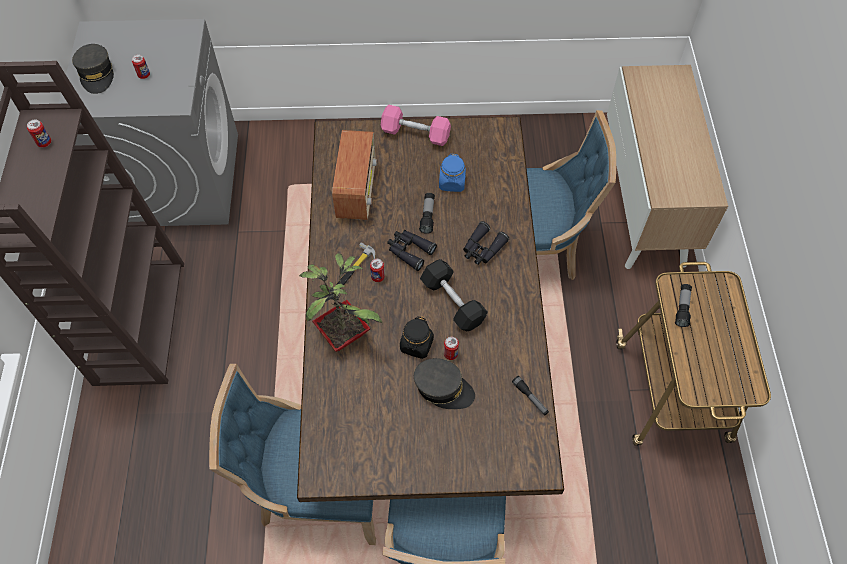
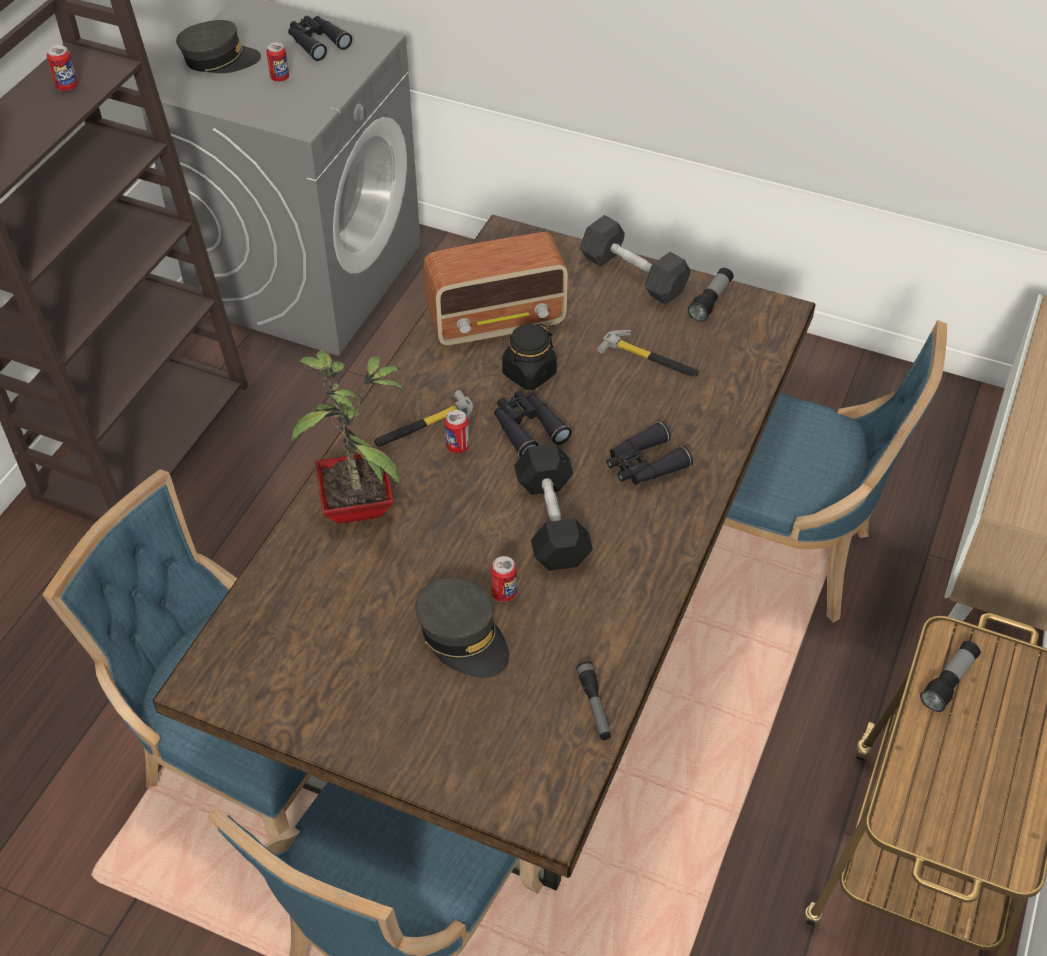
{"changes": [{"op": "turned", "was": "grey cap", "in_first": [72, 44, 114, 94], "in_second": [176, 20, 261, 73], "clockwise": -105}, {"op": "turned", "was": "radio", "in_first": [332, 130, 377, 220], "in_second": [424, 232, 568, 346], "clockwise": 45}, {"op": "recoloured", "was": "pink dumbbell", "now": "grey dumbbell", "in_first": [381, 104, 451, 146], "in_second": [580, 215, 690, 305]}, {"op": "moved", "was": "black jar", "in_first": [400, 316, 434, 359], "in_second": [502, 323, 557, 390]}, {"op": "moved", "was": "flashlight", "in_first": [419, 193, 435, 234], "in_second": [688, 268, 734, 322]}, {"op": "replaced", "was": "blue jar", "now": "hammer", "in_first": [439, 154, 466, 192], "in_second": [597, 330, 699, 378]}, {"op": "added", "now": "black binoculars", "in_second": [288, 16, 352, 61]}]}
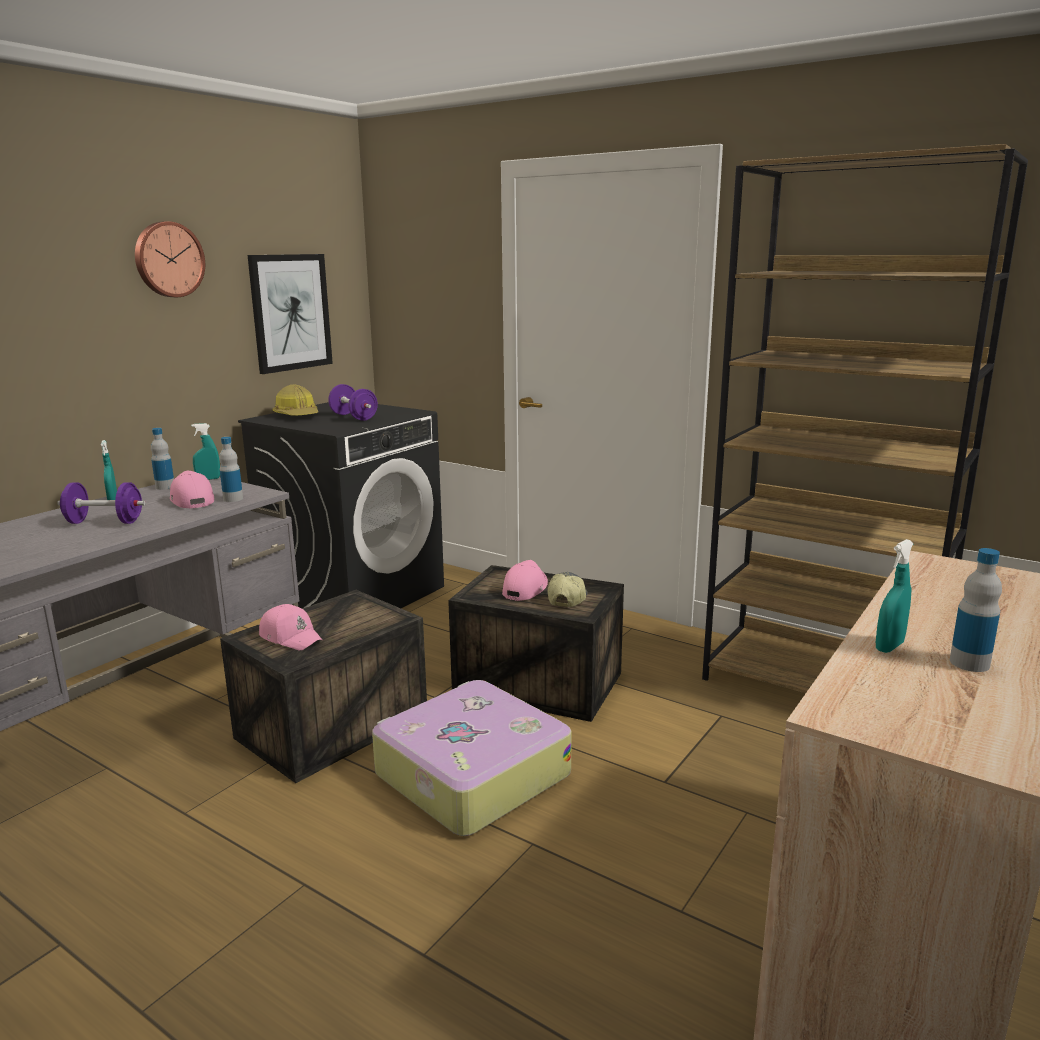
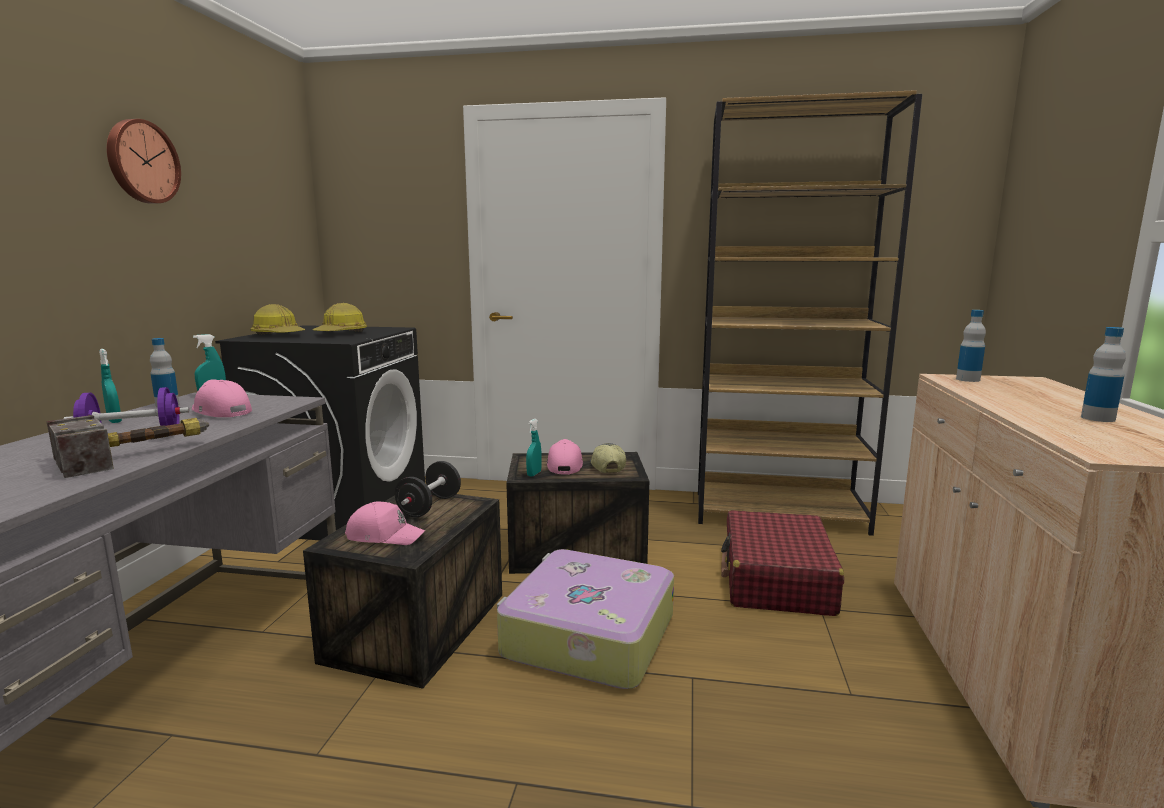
{"changes": [{"op": "moved", "was": "bottle", "in_first": [219, 437, 243, 502], "in_second": [956, 310, 986, 382]}, {"op": "removed", "was": "picture", "in_first": [247, 254, 333, 374]}, {"op": "replaced", "was": "purple dumbbell", "now": "hard hat", "in_first": [328, 384, 378, 421], "in_second": [313, 303, 367, 331]}, {"op": "moved", "was": "turquoise spray bottle", "in_first": [876, 539, 913, 653], "in_second": [526, 419, 542, 477]}, {"op": "added", "now": "hammer", "in_second": [46, 415, 209, 478]}, {"op": "added", "now": "black dumbbell", "in_second": [395, 461, 461, 518]}, {"op": "added", "now": "red suitcase", "in_second": [721, 510, 844, 616]}]}
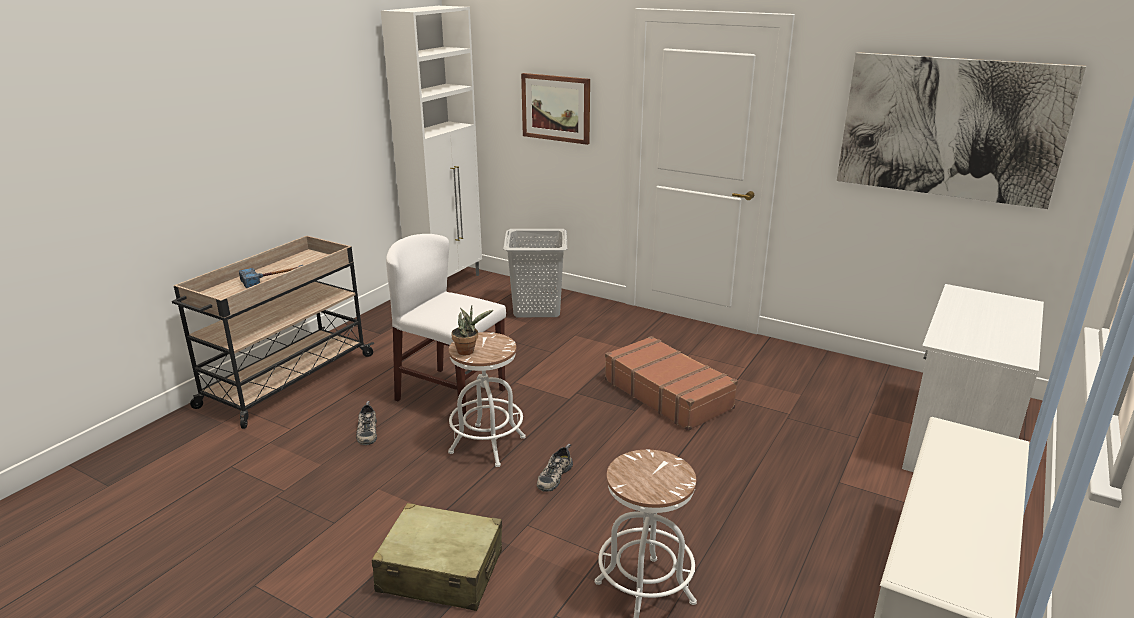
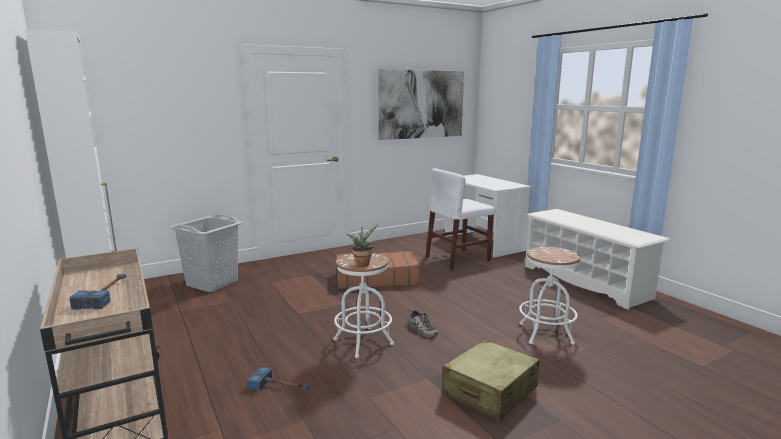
{"changes": [{"op": "replaced", "was": "shoe", "now": "hammer", "in_first": [356, 401, 377, 445], "in_second": [247, 367, 310, 391]}, {"op": "moved", "was": "white chair", "in_first": [386, 234, 506, 416], "in_second": [426, 168, 496, 270]}, {"op": "removed", "was": "picture", "in_first": [521, 73, 590, 145]}]}
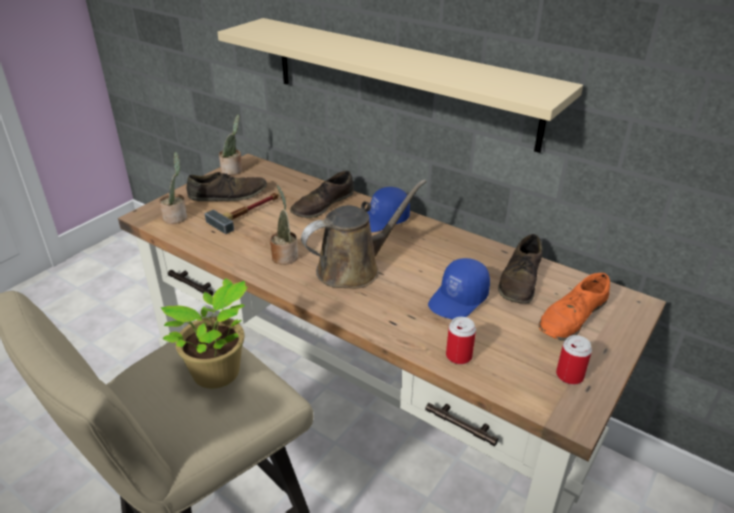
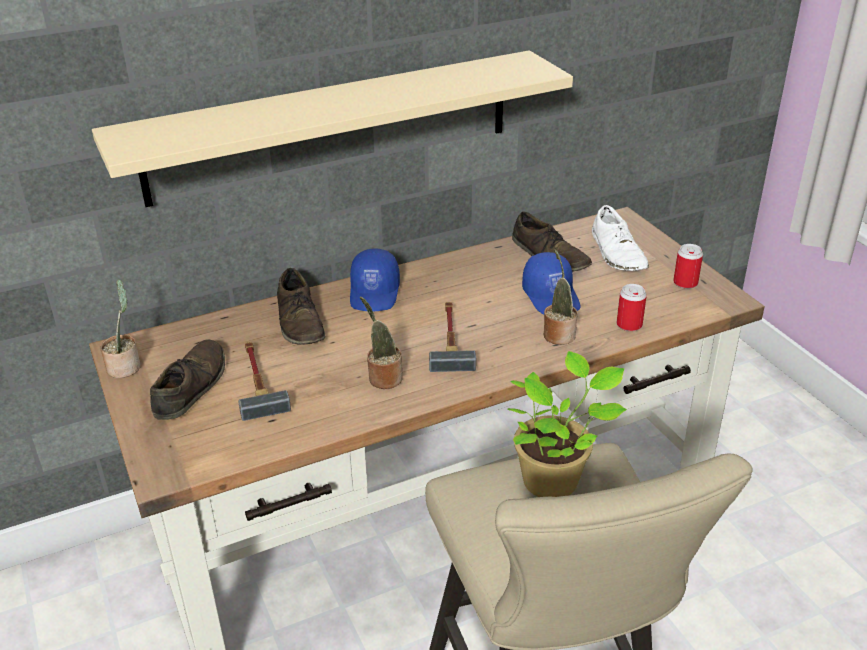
{"changes": [{"op": "moved", "was": "potted plant", "in_first": [159, 152, 187, 224], "in_second": [544, 249, 578, 345]}, {"op": "replaced", "was": "brown watering can", "now": "hammer", "in_first": [301, 179, 426, 289], "in_second": [429, 302, 476, 372]}, {"op": "recoloured", "was": "orange shoe", "now": "white shoe", "in_first": [538, 273, 610, 341], "in_second": [592, 205, 649, 271]}]}
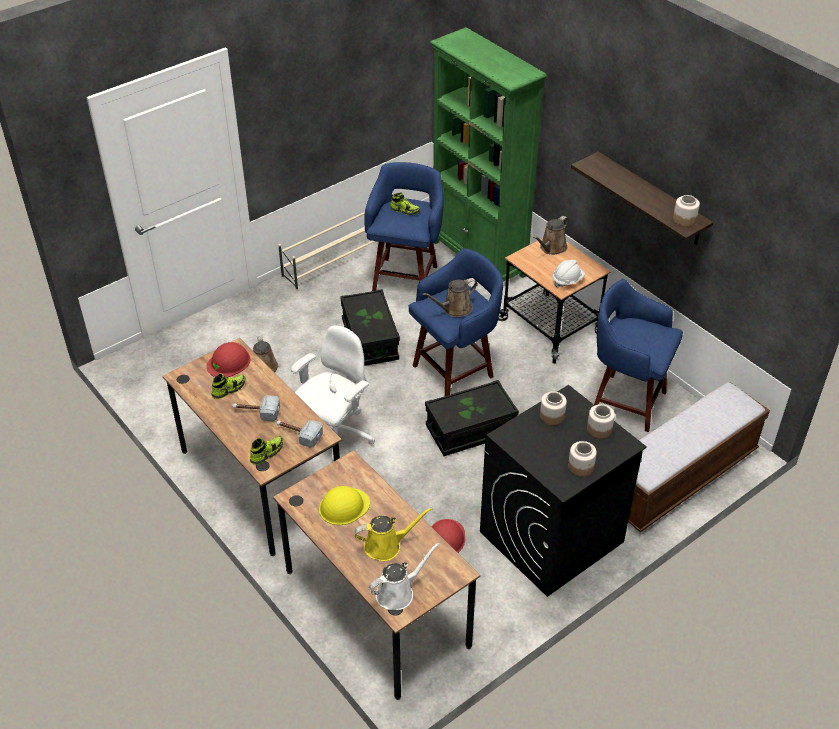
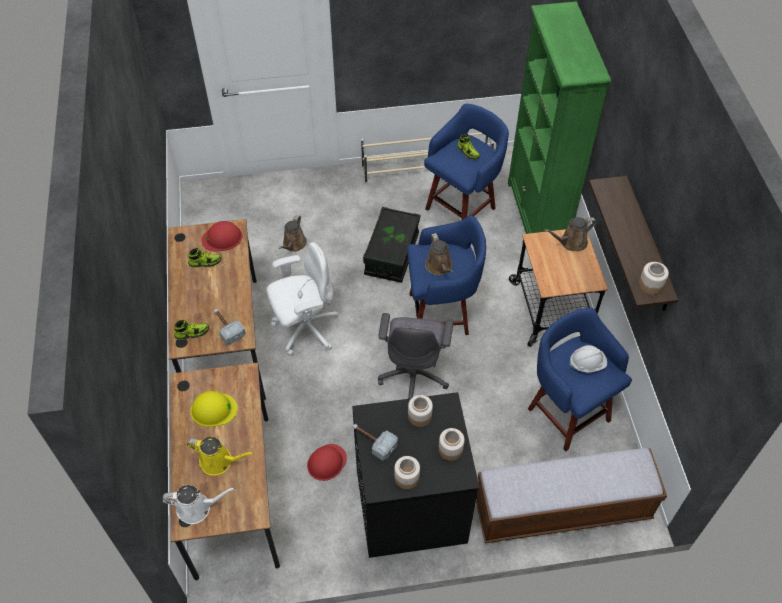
{"changes": [{"op": "moved", "was": "hammer", "in_first": [232, 395, 280, 421], "in_second": [353, 424, 398, 461]}, {"op": "turned", "was": "brown watering can", "in_first": [423, 278, 478, 317], "in_second": [425, 233, 454, 275], "clockwise": -105}, {"op": "replaced", "was": "black storage box", "now": "grey office chair", "in_first": [425, 380, 519, 456], "in_second": [378, 313, 453, 399]}, {"op": "moved", "was": "white hard hat", "in_first": [553, 260, 585, 287], "in_second": [570, 345, 607, 372]}]}
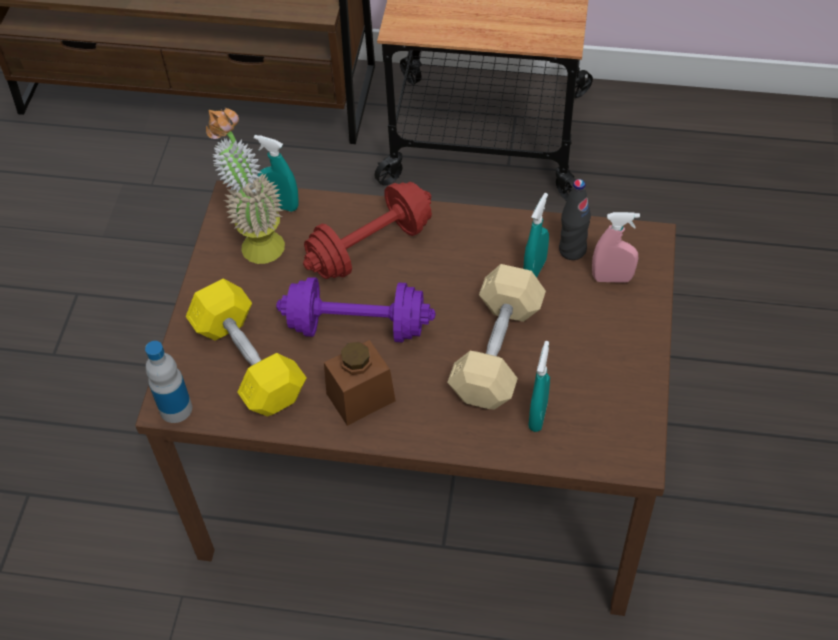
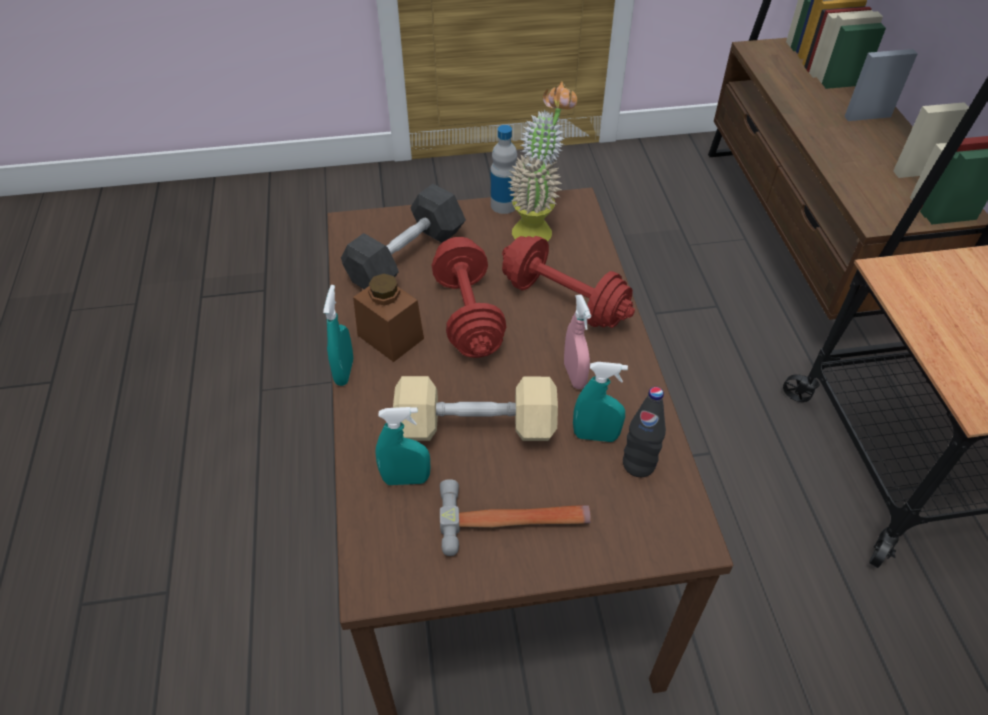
{"changes": [{"op": "moved", "was": "bottle", "in_first": [145, 341, 192, 423], "in_second": [491, 125, 517, 214]}, {"op": "recoloured", "was": "yellow dumbbell", "now": "grey dumbbell", "in_first": [186, 279, 307, 417], "in_second": [341, 184, 466, 289]}, {"op": "moved", "was": "turquoise spray bottle", "in_first": [254, 135, 299, 212], "in_second": [323, 285, 353, 386]}, {"op": "recoloured", "was": "purple dumbbell", "now": "red dumbbell", "in_first": [276, 277, 436, 343], "in_second": [432, 237, 506, 358]}, {"op": "moved", "was": "pink spray bottle", "in_first": [592, 212, 640, 283], "in_second": [564, 294, 591, 389]}, {"op": "added", "now": "hammer", "in_second": [440, 479, 591, 556]}]}
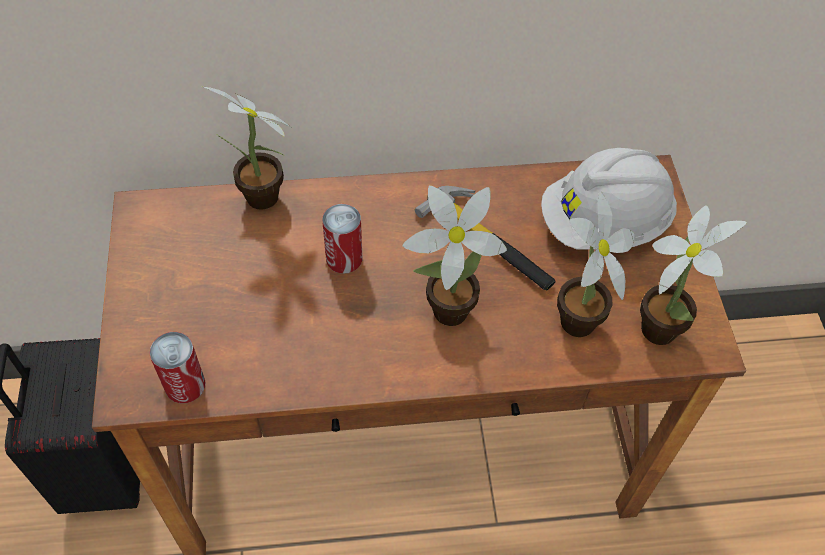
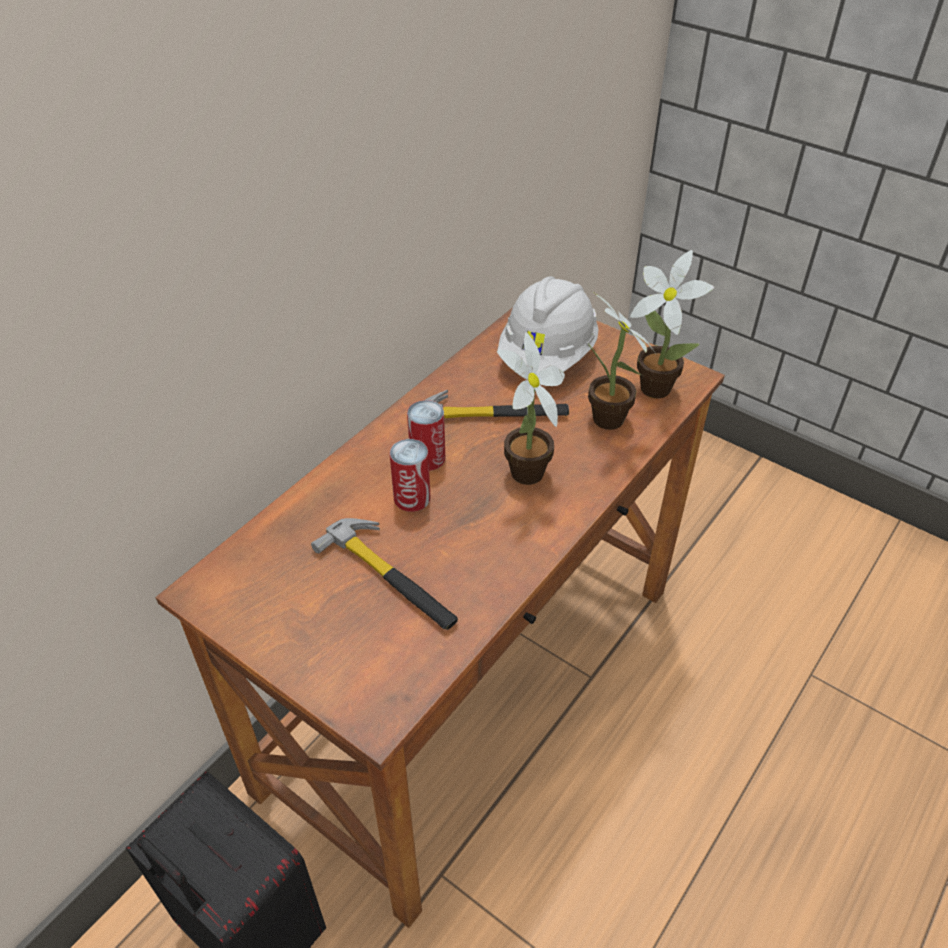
{"changes": [{"op": "moved", "was": "can", "in_first": [150, 332, 205, 403], "in_second": [407, 400, 445, 471]}, {"op": "removed", "was": "potted plant", "in_first": [202, 86, 292, 210]}, {"op": "added", "now": "hammer", "in_second": [311, 518, 458, 630]}]}
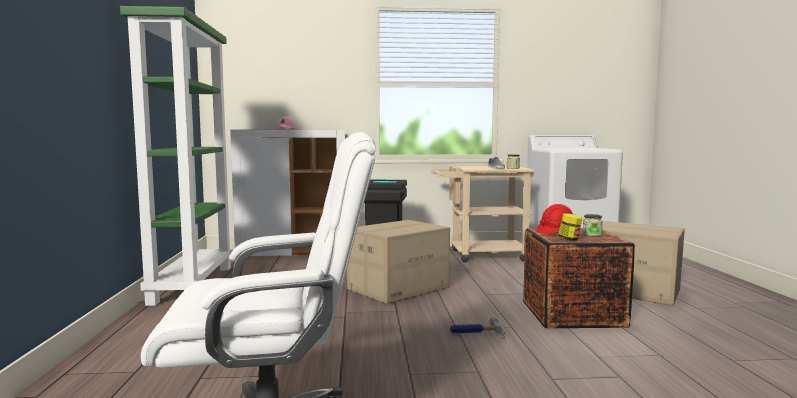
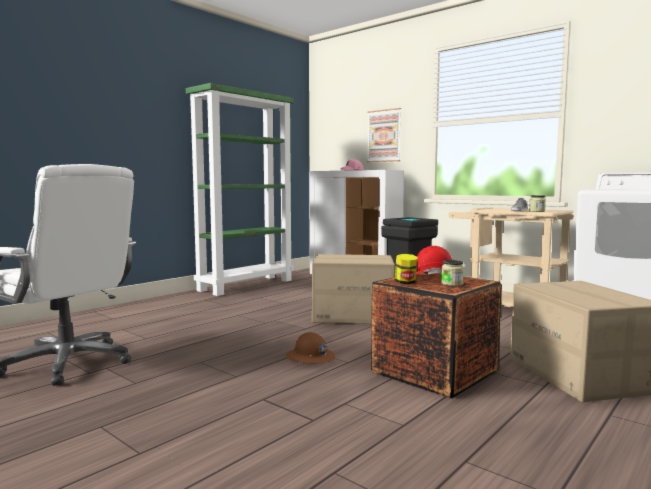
{"changes": [{"op": "replaced", "was": "hammer", "now": "brown hard hat", "in_first": [450, 317, 505, 339], "in_second": [286, 332, 335, 364]}, {"op": "added", "now": "picture", "in_second": [367, 108, 401, 162]}]}
